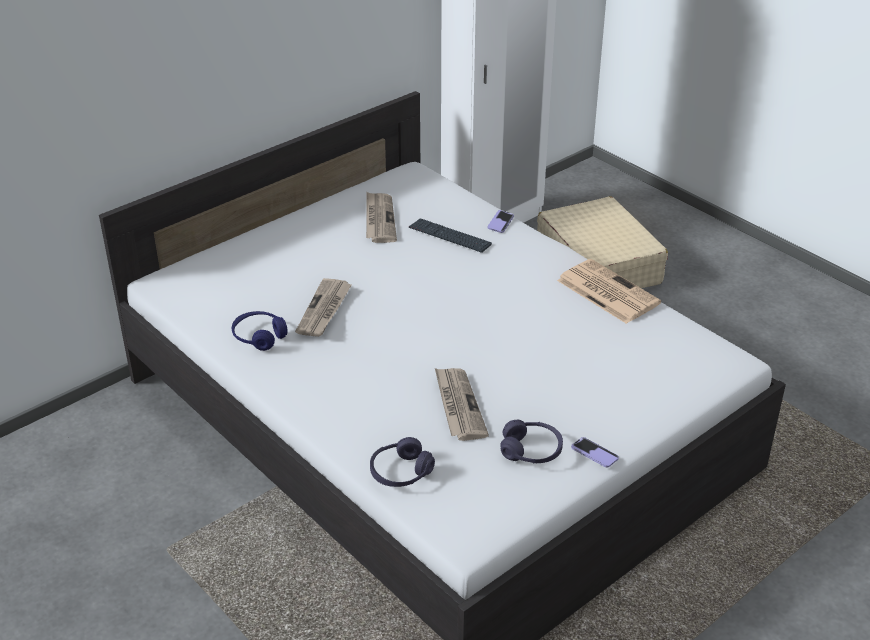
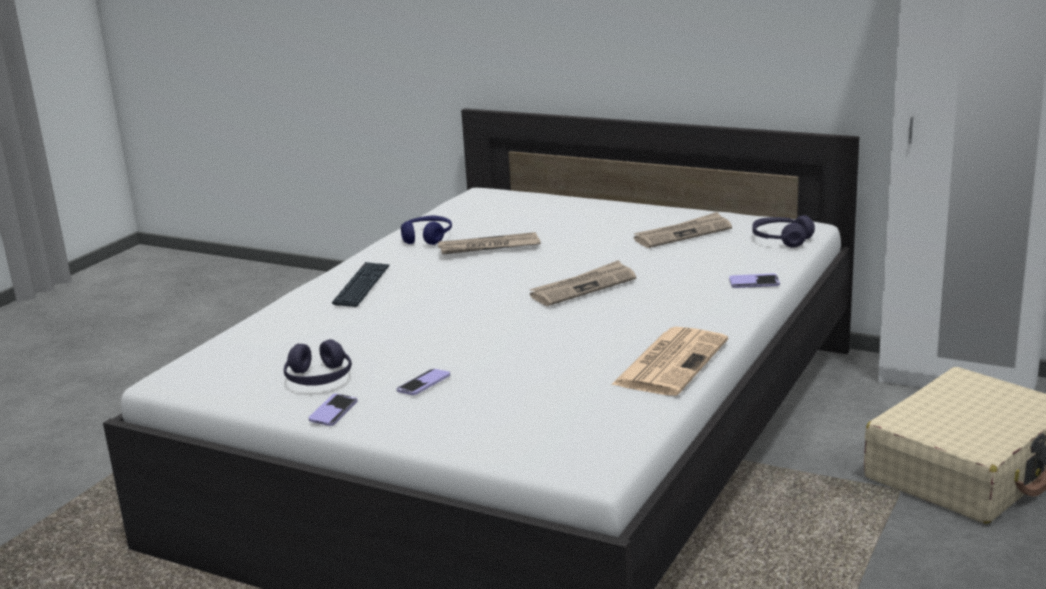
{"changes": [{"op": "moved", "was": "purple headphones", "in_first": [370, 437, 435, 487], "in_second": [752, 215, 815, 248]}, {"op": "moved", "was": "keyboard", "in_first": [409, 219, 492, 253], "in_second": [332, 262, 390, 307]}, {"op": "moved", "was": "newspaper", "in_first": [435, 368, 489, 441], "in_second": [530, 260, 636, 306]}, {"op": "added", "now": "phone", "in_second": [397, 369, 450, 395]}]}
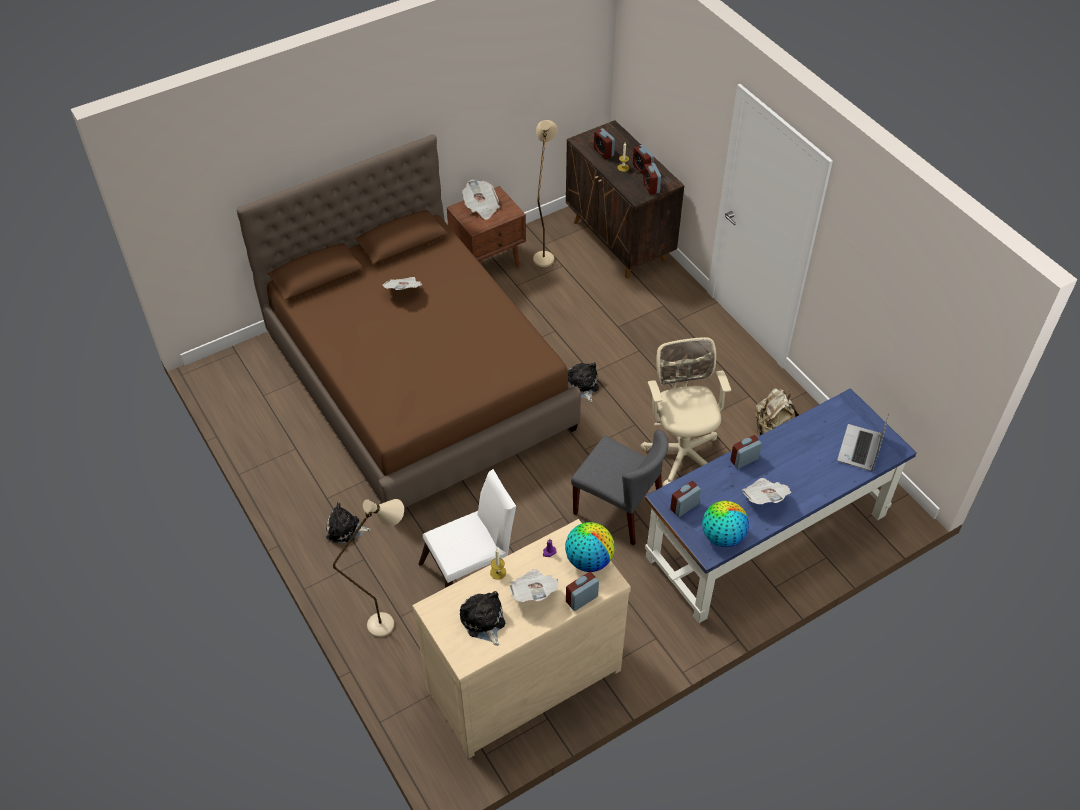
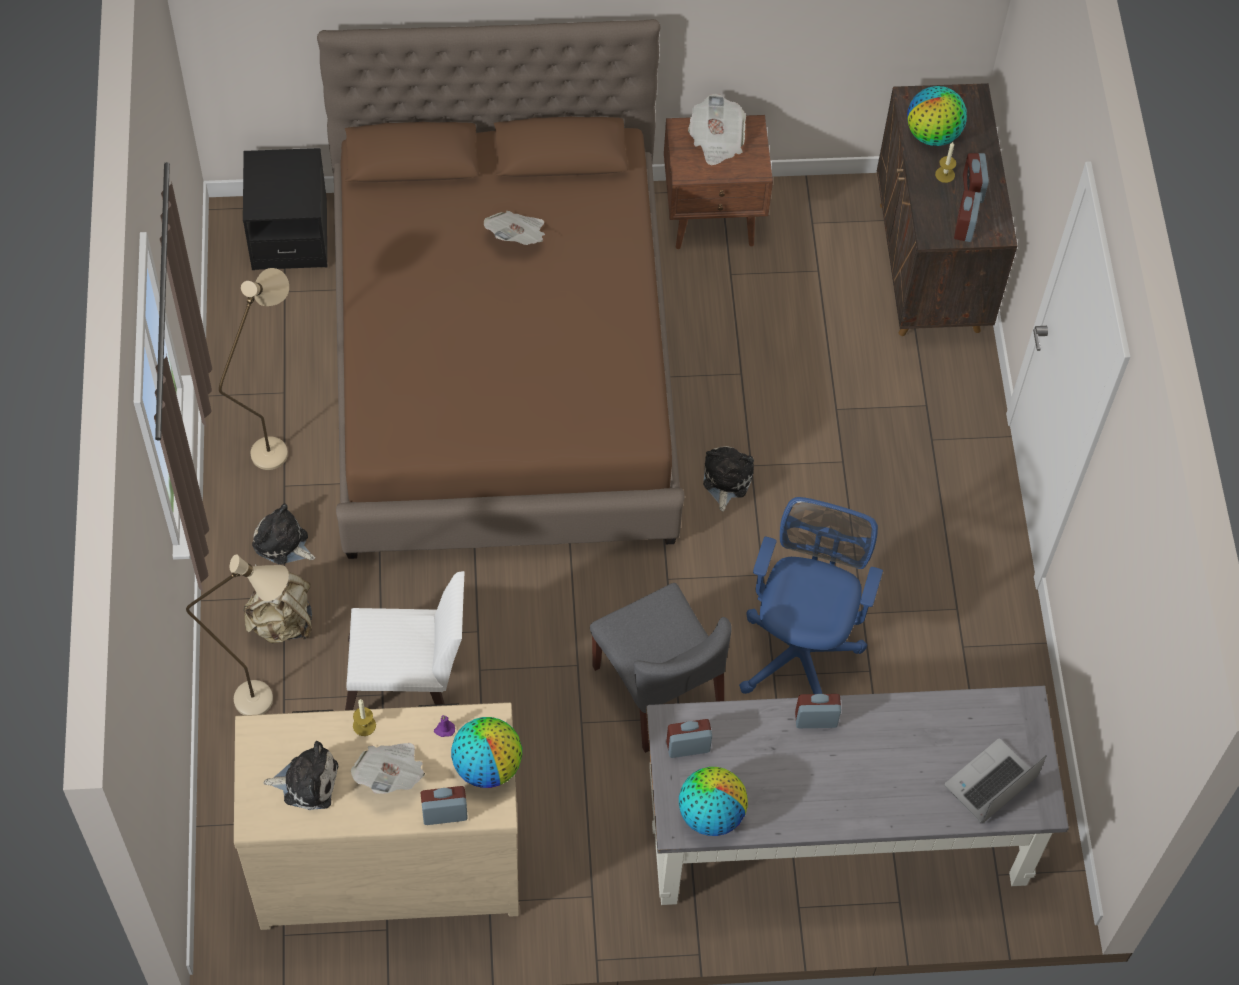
{"changes": [{"op": "turned", "was": "plush toy", "in_first": [460, 591, 505, 646], "in_second": [263, 741, 338, 810], "clockwise": 90}, {"op": "moved", "was": "beige floor lamp", "in_first": [533, 120, 558, 267], "in_second": [219, 268, 289, 470]}, {"op": "replaced", "was": "alarm clock", "now": "globe", "in_first": [594, 128, 615, 159], "in_second": [907, 86, 967, 146]}, {"op": "recoloured", "was": "beige office chair", "now": "blue office chair", "in_first": [641, 337, 731, 486], "in_second": [739, 497, 883, 694]}, {"op": "recoloured", "was": "blue desk", "now": "grey desk", "in_first": [645, 388, 917, 624], "in_second": [646, 686, 1069, 905]}, {"op": "removed", "was": "newspaper", "in_first": [742, 478, 791, 504]}, {"op": "moved", "was": "beige backpack", "in_first": [755, 388, 799, 435], "in_second": [243, 571, 312, 643]}, {"op": "added", "now": "black nightstand", "in_second": [243, 148, 327, 270]}]}
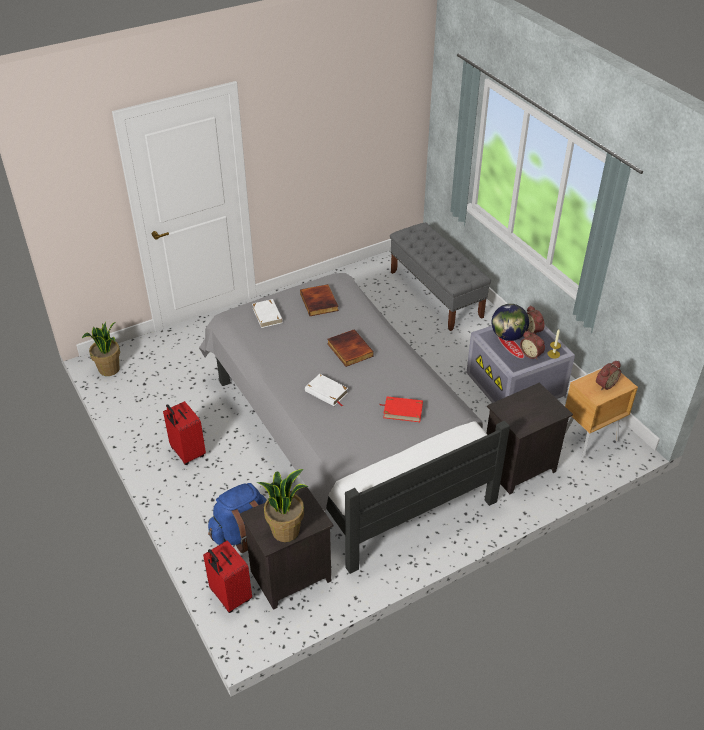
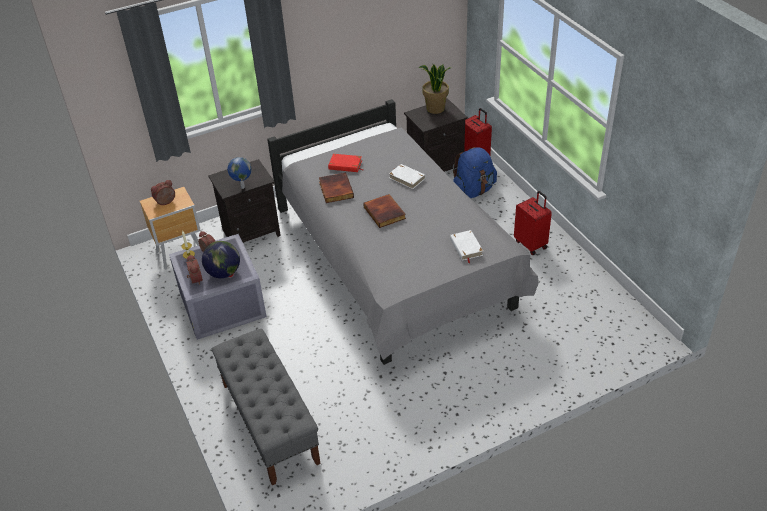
{"changes": [{"op": "removed", "was": "potted plant", "in_first": [82, 322, 120, 376]}, {"op": "moved", "was": "book", "in_first": [300, 284, 339, 316], "in_second": [319, 173, 354, 203]}, {"op": "added", "now": "globe", "in_second": [227, 157, 252, 189]}]}
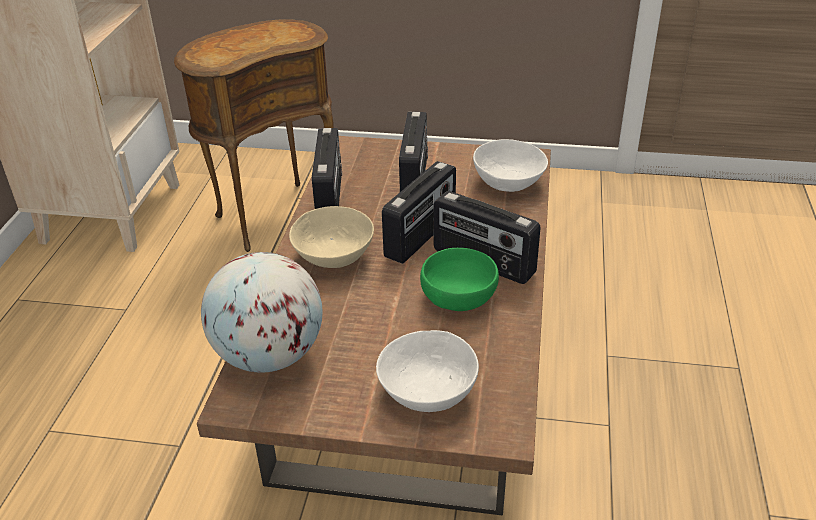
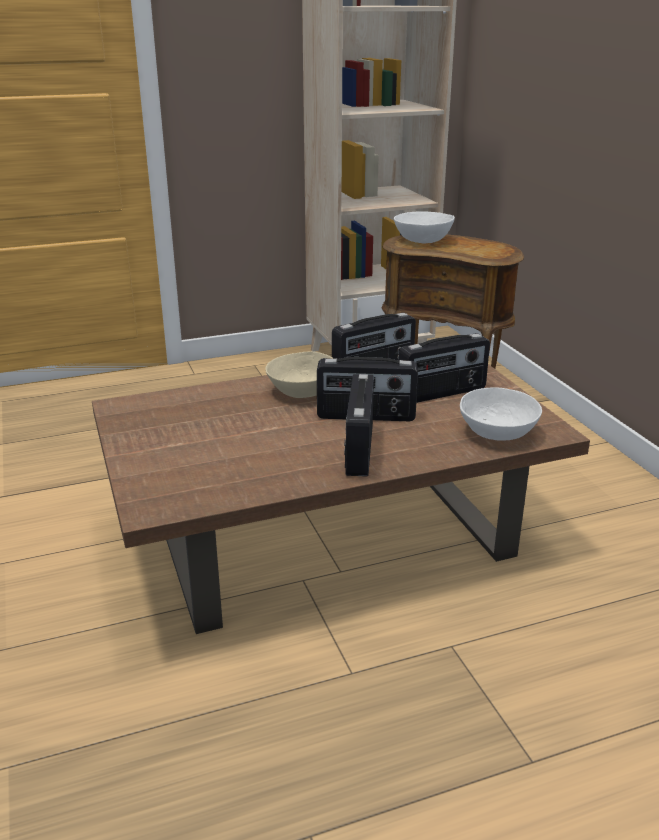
{"changes": [{"op": "removed", "was": "globe", "in_first": [201, 252, 323, 373]}, {"op": "moved", "was": "white bowl", "in_first": [376, 330, 479, 412], "in_second": [394, 211, 455, 244]}, {"op": "removed", "was": "green bowl", "in_first": [420, 248, 499, 311]}]}
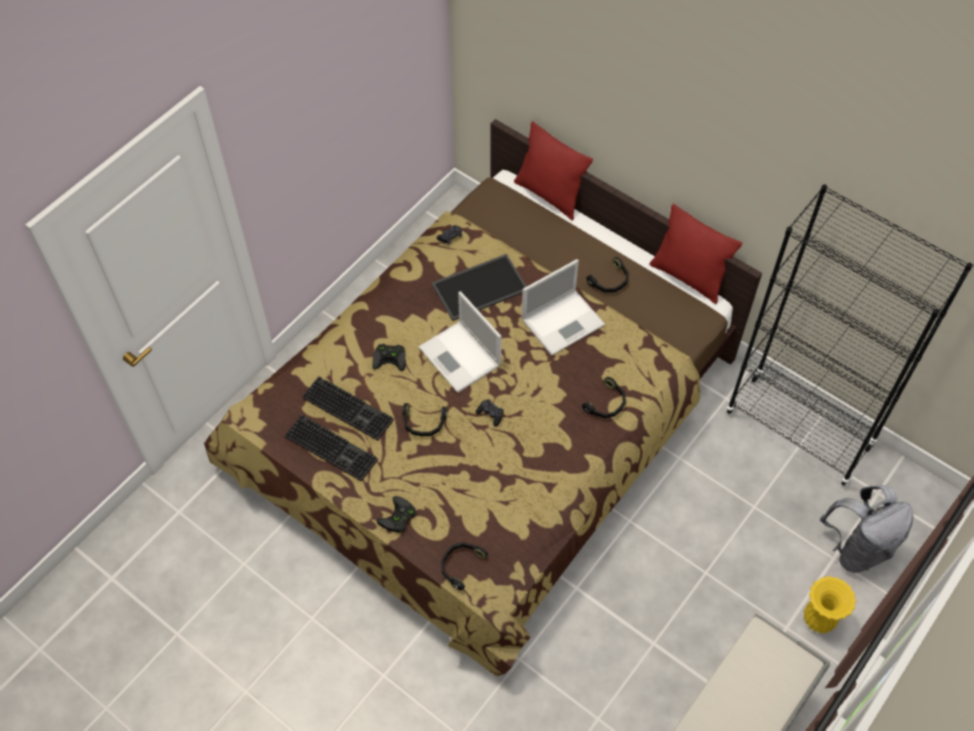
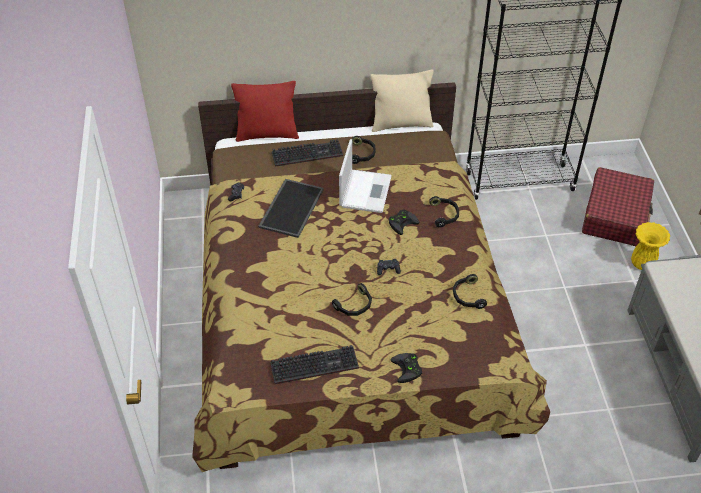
{"changes": [{"op": "moved", "was": "keyboard", "in_first": [302, 376, 394, 441], "in_second": [272, 139, 343, 167]}, {"op": "moved", "was": "black game controller", "in_first": [373, 344, 406, 371], "in_second": [389, 209, 419, 235]}, {"op": "removed", "was": "laptop", "in_first": [418, 291, 501, 393]}, {"op": "moved", "was": "black headphones", "in_first": [441, 542, 488, 590], "in_second": [453, 274, 487, 309]}, {"op": "recoloured", "was": "red pillow", "now": "beige pillow", "in_first": [649, 203, 742, 304], "in_second": [371, 70, 434, 132]}, {"op": "replaced", "was": "grey backpack", "now": "red suitcase", "in_first": [820, 485, 913, 573], "in_second": [582, 167, 654, 246]}]}
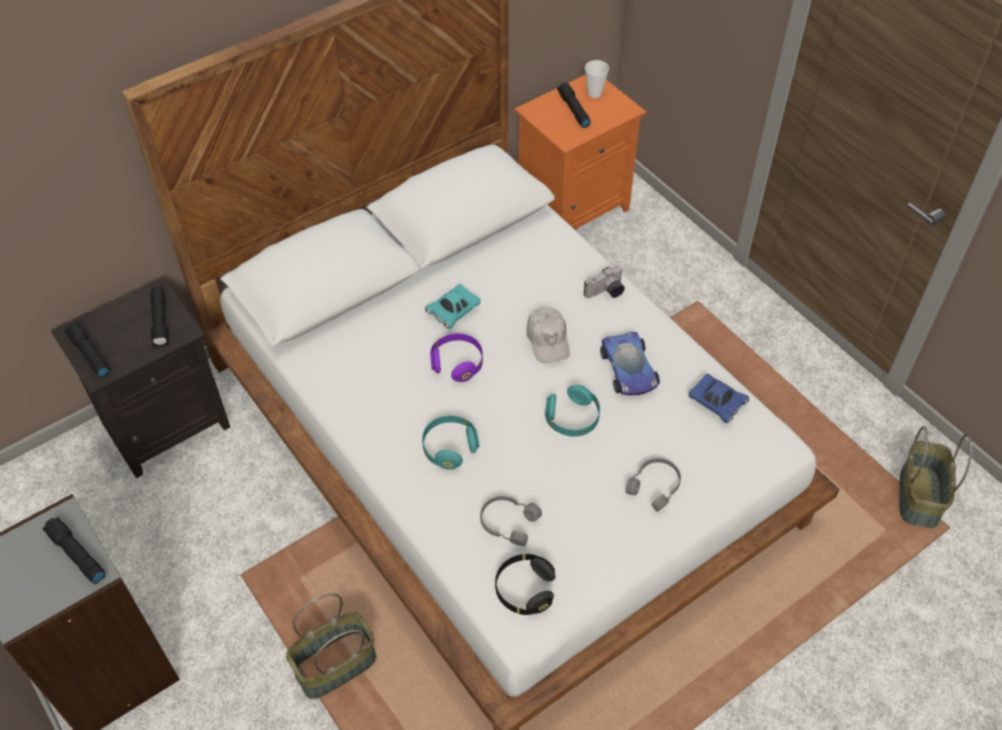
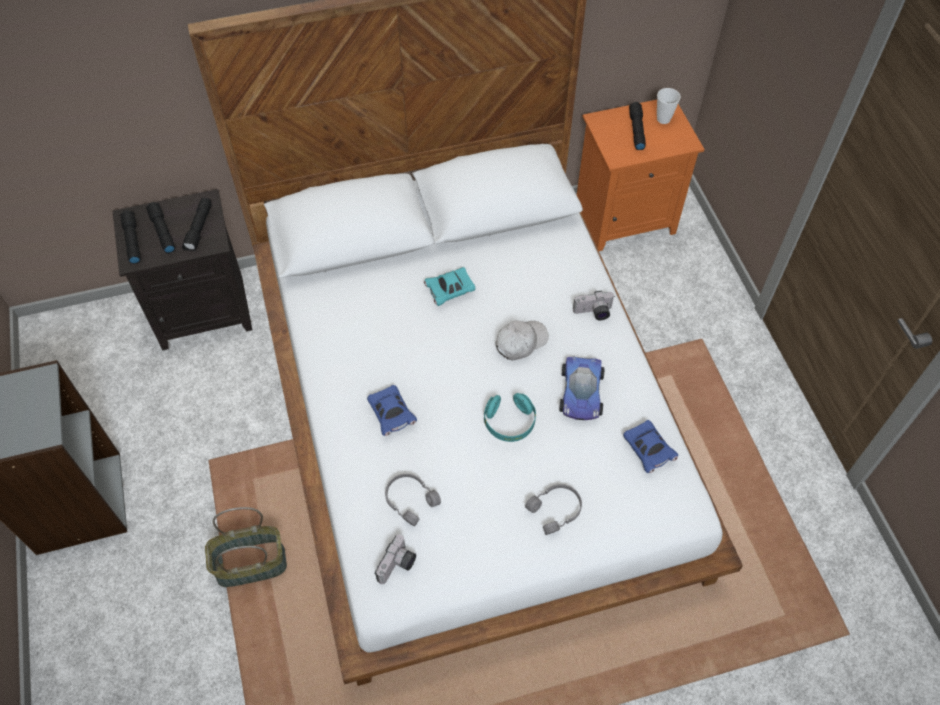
{"changes": [{"op": "moved", "was": "black flashlight", "in_first": [42, 518, 106, 584], "in_second": [146, 202, 175, 253]}, {"op": "replaced", "was": "turquoise headphones", "now": "blue toy car", "in_first": [422, 416, 479, 470], "in_second": [367, 385, 417, 436]}, {"op": "removed", "was": "purple headphones", "in_first": [430, 333, 483, 382]}, {"op": "replaced", "was": "black headphones", "now": "photo camera", "in_first": [495, 554, 555, 615], "in_second": [375, 534, 416, 584]}, {"op": "turned", "was": "white cap", "in_first": [527, 307, 570, 363], "in_second": [496, 320, 549, 360], "clockwise": -135}, {"op": "removed", "was": "basket", "in_first": [899, 426, 972, 528]}]}
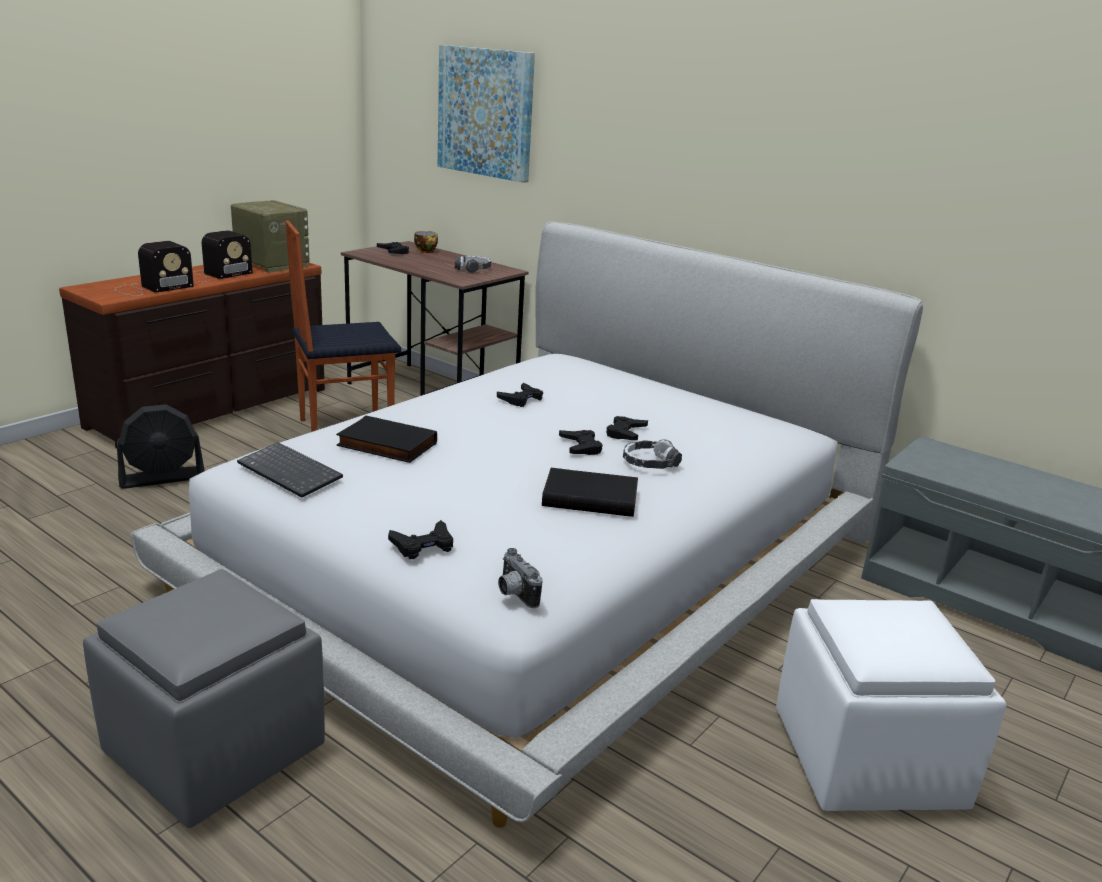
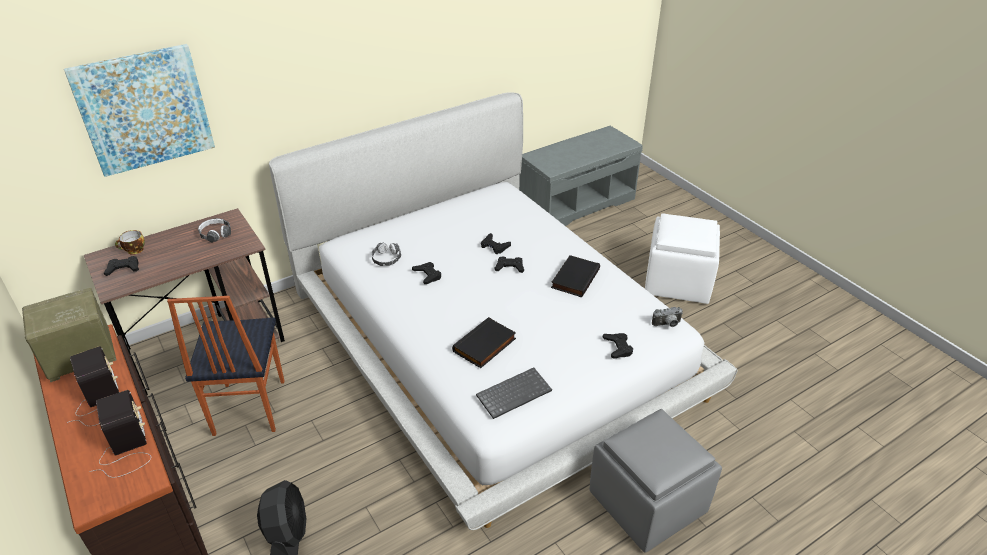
{"changes": [{"op": "moved", "was": "headphones", "in_first": [623, 439, 682, 469], "in_second": [372, 242, 401, 266]}]}
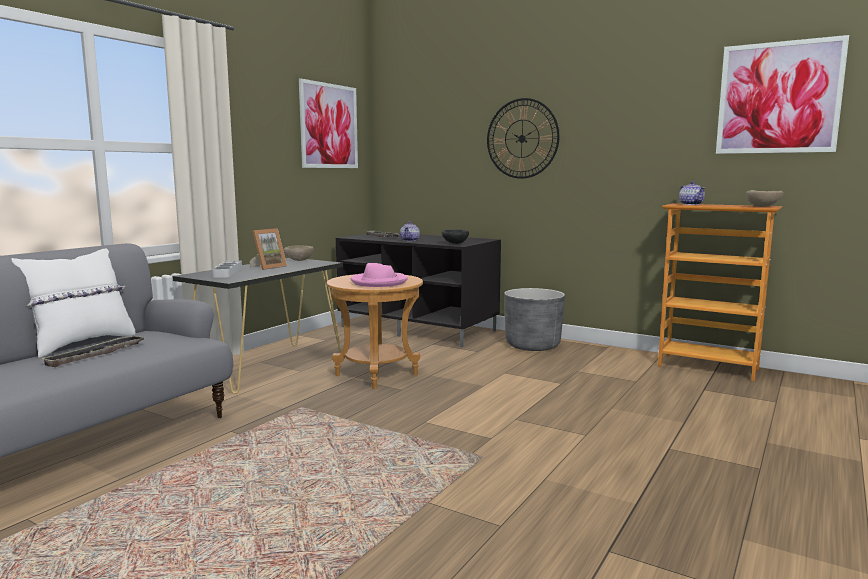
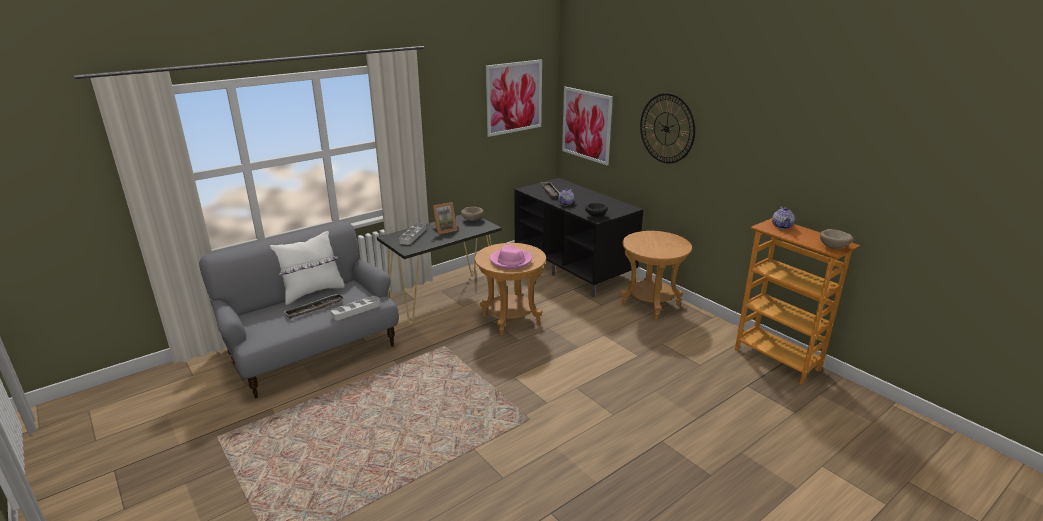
{"changes": [{"op": "replaced", "was": "grey planter", "now": "brown side table", "in_first": [504, 288, 565, 351], "in_second": [621, 231, 692, 320]}, {"op": "moved", "was": "picture", "in_first": [716, 35, 849, 154], "in_second": [562, 87, 613, 165]}, {"op": "added", "now": "grey tray", "in_second": [331, 296, 380, 320]}]}
